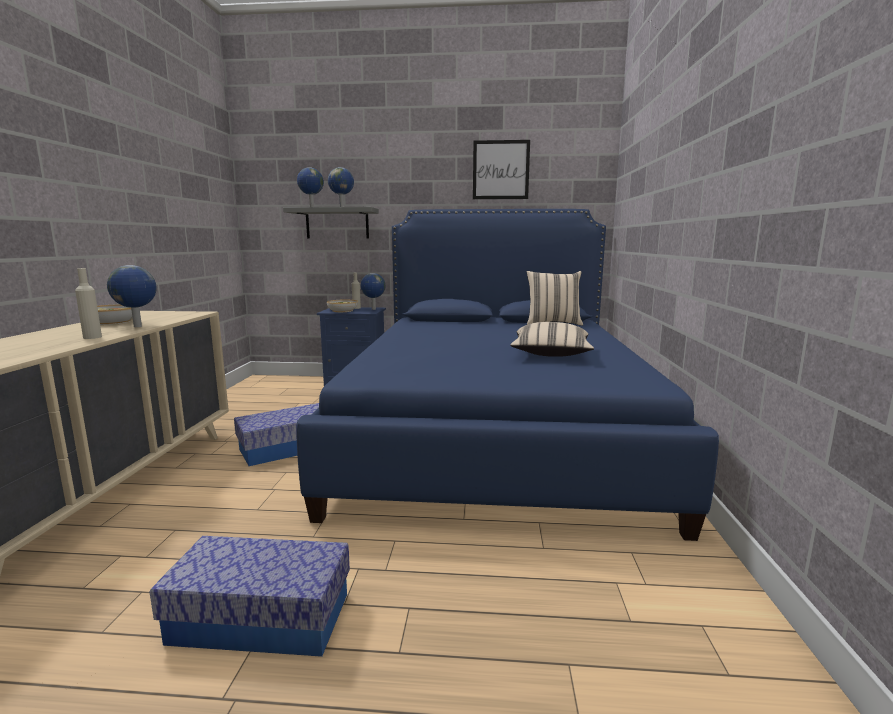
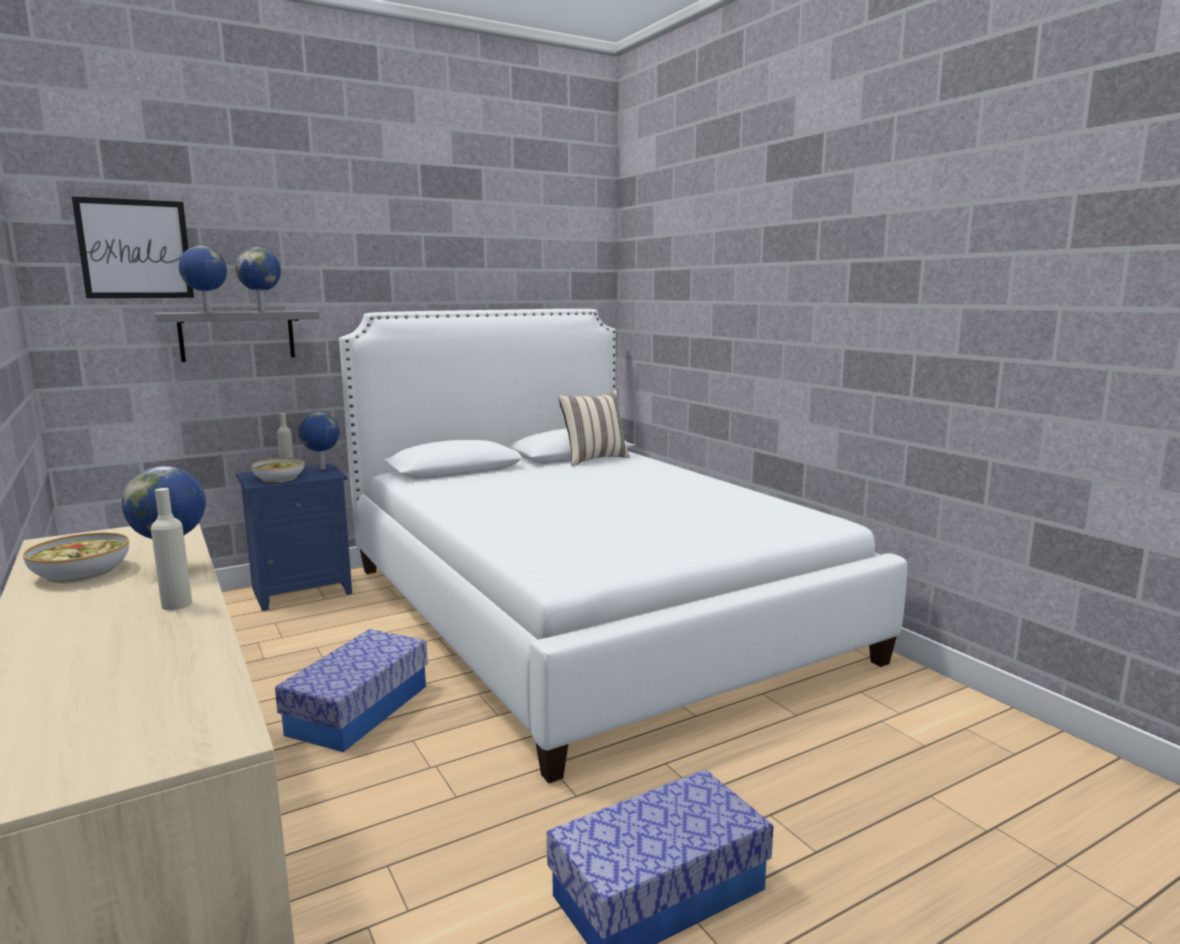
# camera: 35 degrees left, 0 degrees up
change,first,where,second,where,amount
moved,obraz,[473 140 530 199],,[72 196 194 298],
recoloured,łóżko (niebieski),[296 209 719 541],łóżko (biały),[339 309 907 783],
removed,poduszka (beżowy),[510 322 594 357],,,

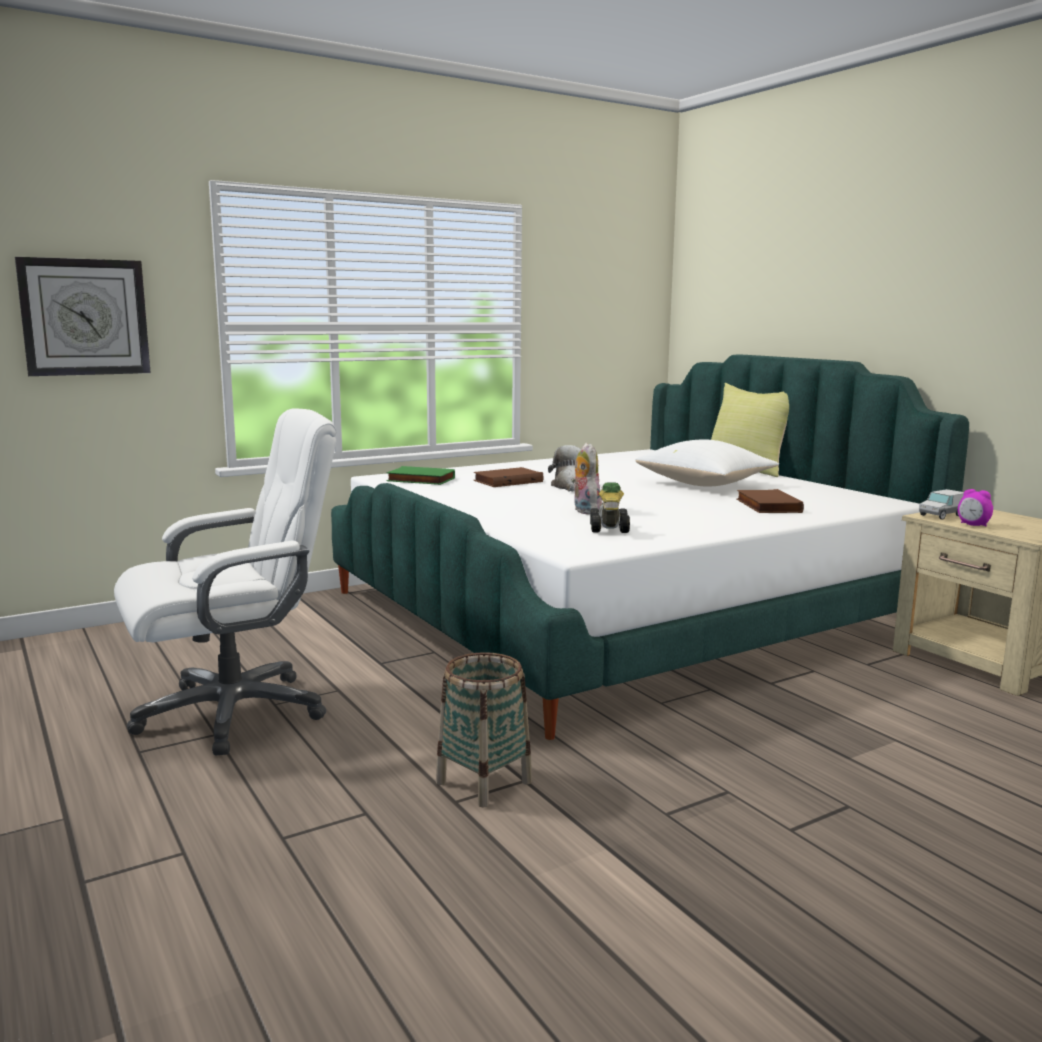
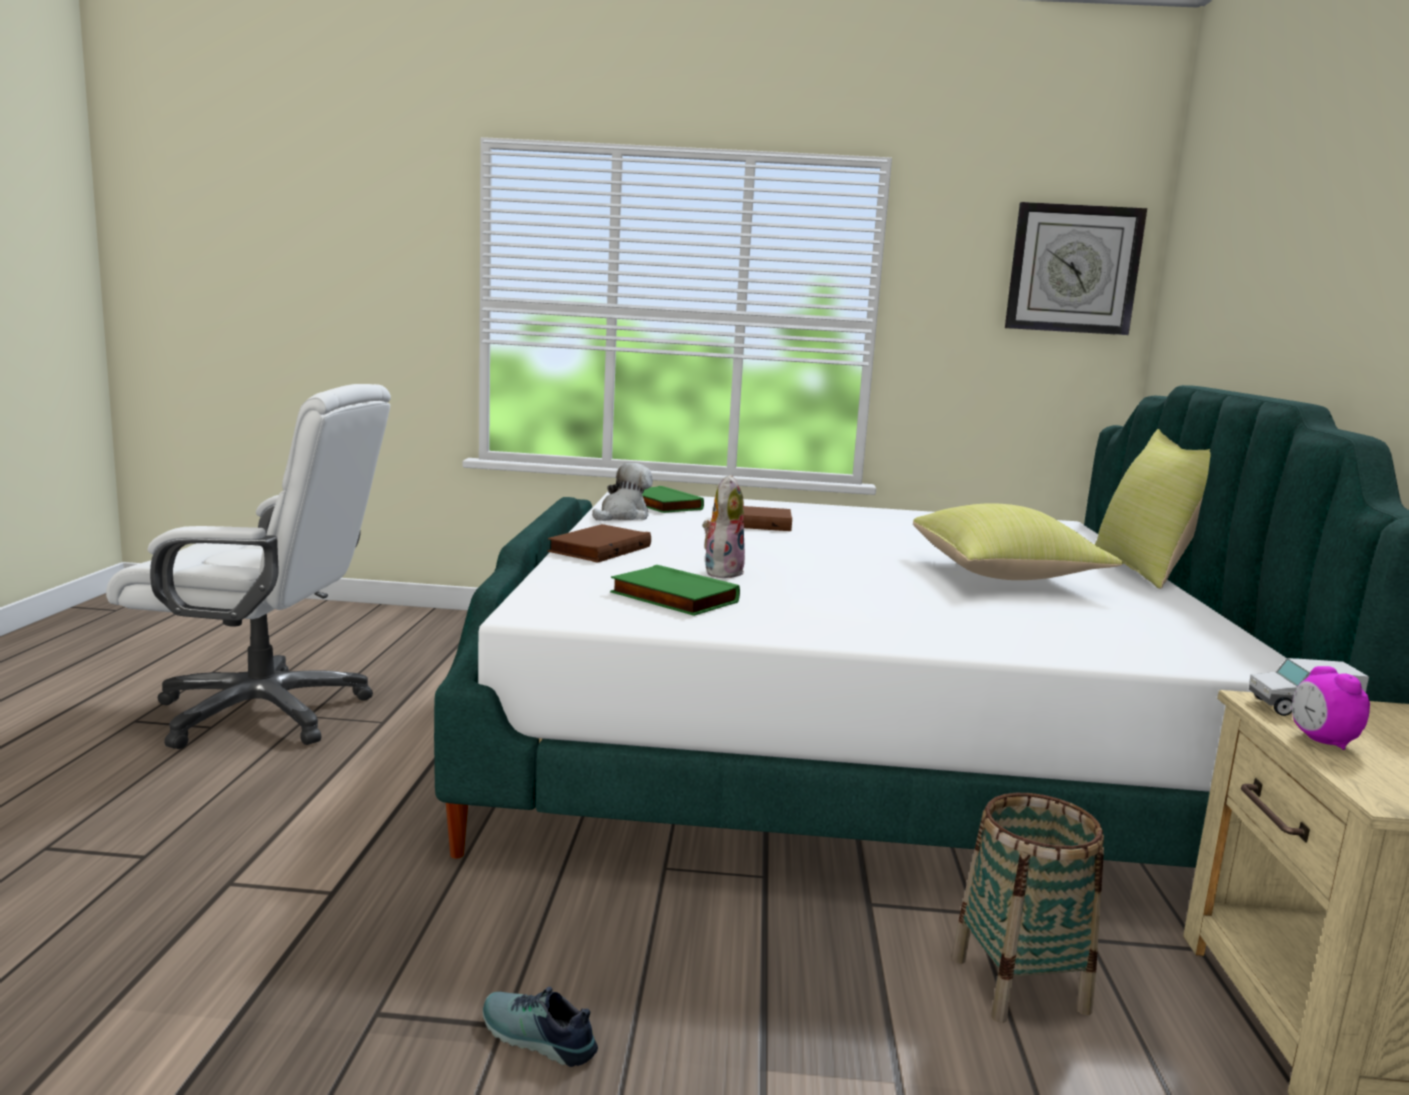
# camera: 35 degrees right, 0 degrees up
change,first,where,second,where,amount
added,,,but,[483 987 598 1067],
moved,książka (brązowy),[736 489 804 513],,[547 524 651 563],
moved,pluszak,[548 445 581 492],,[592 463 653 521],
replaced,samochodzik,[590 482 630 533],książka (zielony),[610 565 740 616],
recoloured,poduszka (biały),[635 439 779 487],poduszka (żółty),[913 503 1123 580],
moved,koszyk,[436 652 532 808],,[952 793 1104 1023],
moved,zegar ścienny,[15 257 151 376],,[1005 202 1147 335],

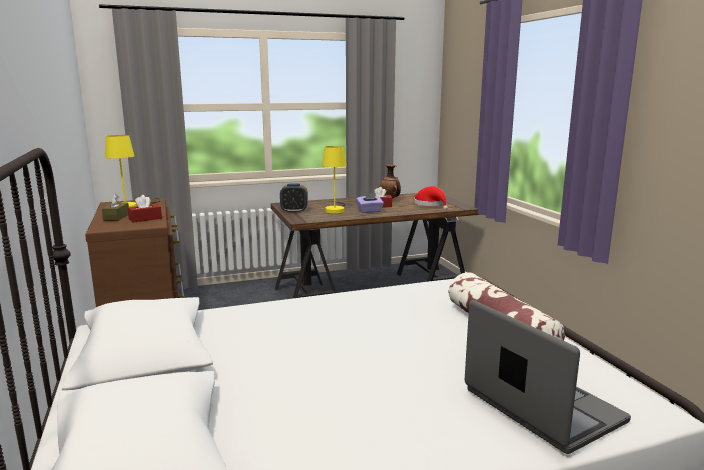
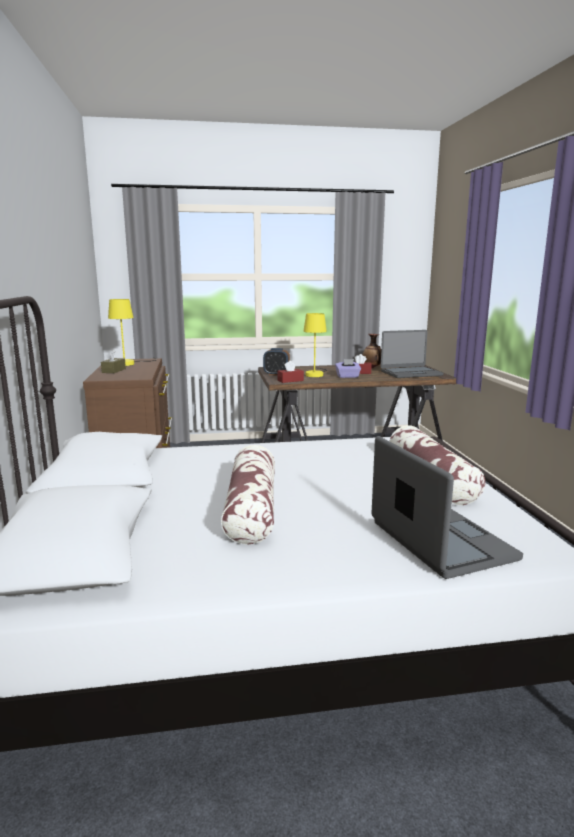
# camera: 10 degrees right, 0 degrees up
change,first,where,second,where,amount
added,,,poduszka,[221 445 275 544],
moved,pudełko chusteczek (czerwony),[128 195 162 223],,[277 361 304 383],
replaced,kapelusz (czerwony),[414 186 448 210],laptop,[381 330 444 378],

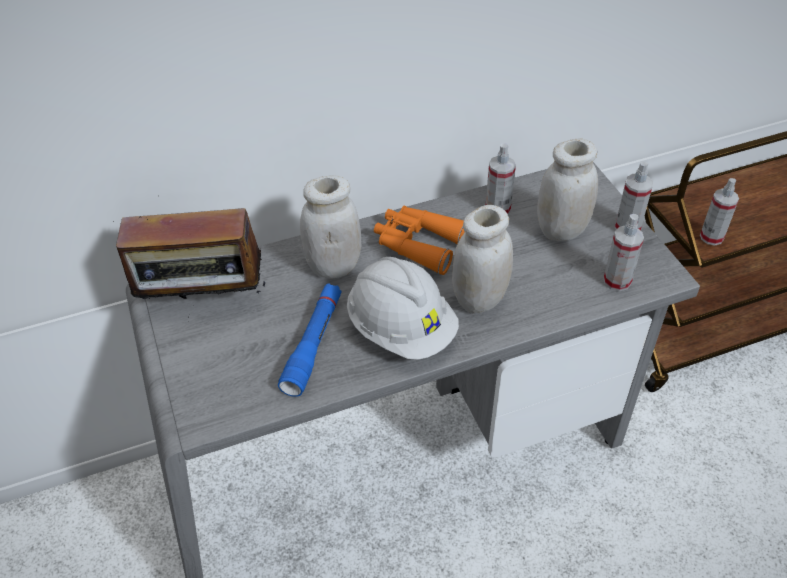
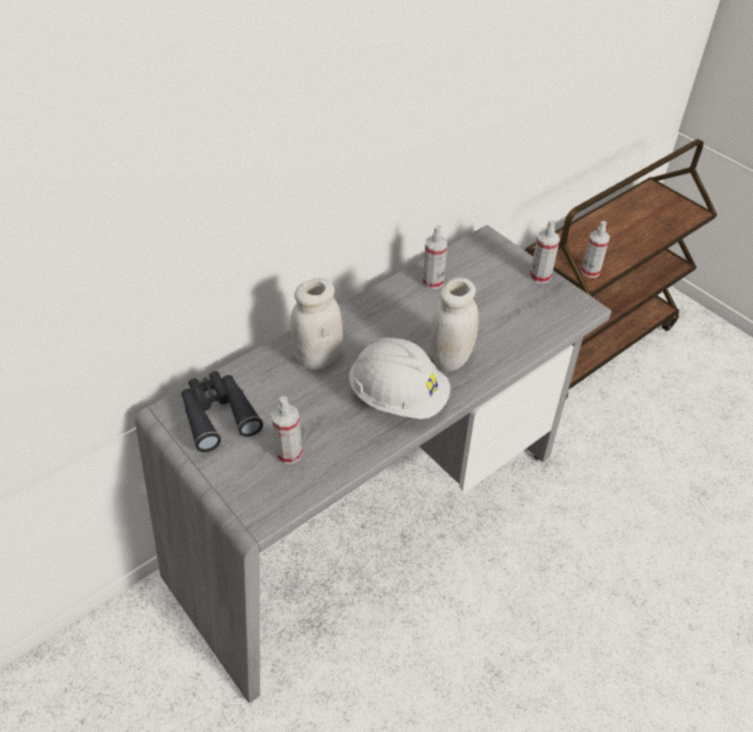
# camera: 20 degrees left, 0 degrees up
change,first,where,second,where,amount
replaced,radio,[116 208 266 318],lornetka (czarny),[181 371 263 452],
moved,spryskiwacz,[603 214 644 292],,[271 396 303 464],
removed,latarka (niebieski),[278 283 341 397],,,
removed,lornetka (pomarańczowy),[374 206 465 275],,,
removed,słoik (biały),[537 139 598 241],,,

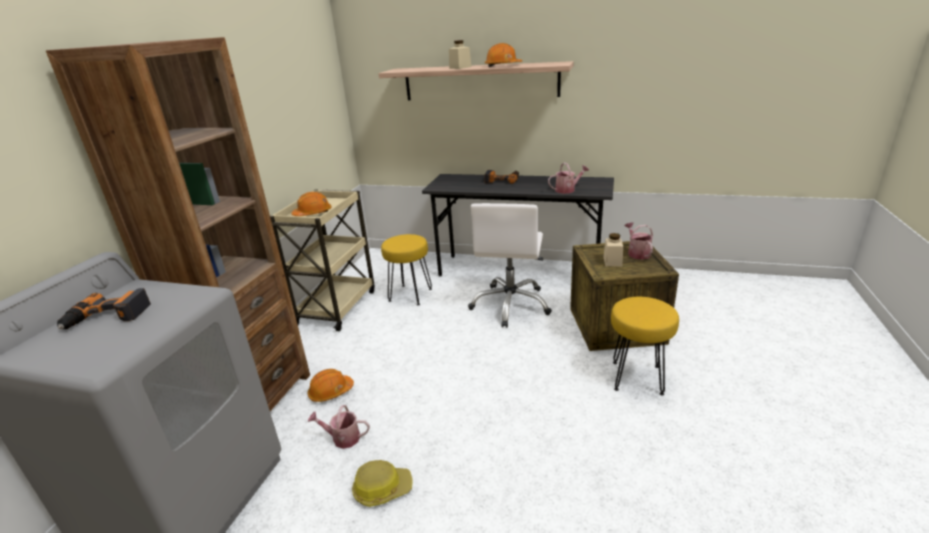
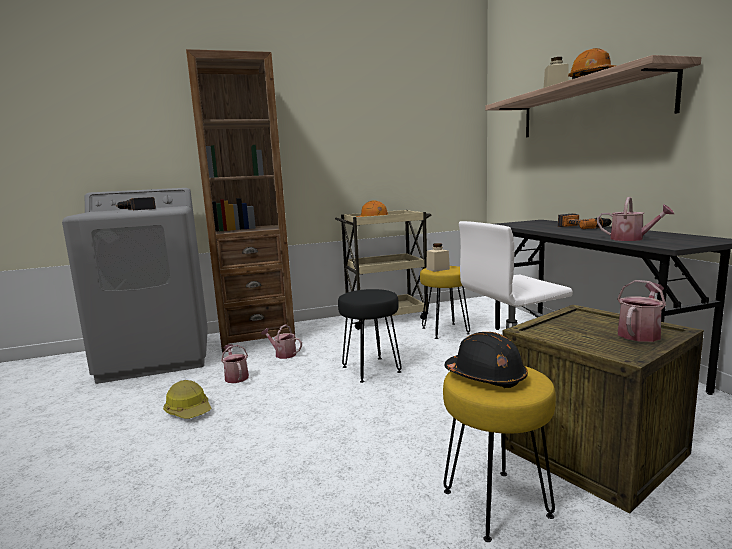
# camera: 55 degrees right, 15 degrees down
change,first,where,second,where,amount
replaced,kask (pomarańczowy),[308 369 354 402],konewka,[261 324 302 359],
added,,,stołek (czarny),[338 289 402 383],
moved,słoik (beżowy),[604 233 623 266],,[426 243 450 272],
added,,,kask (czarny),[444 332 528 388],

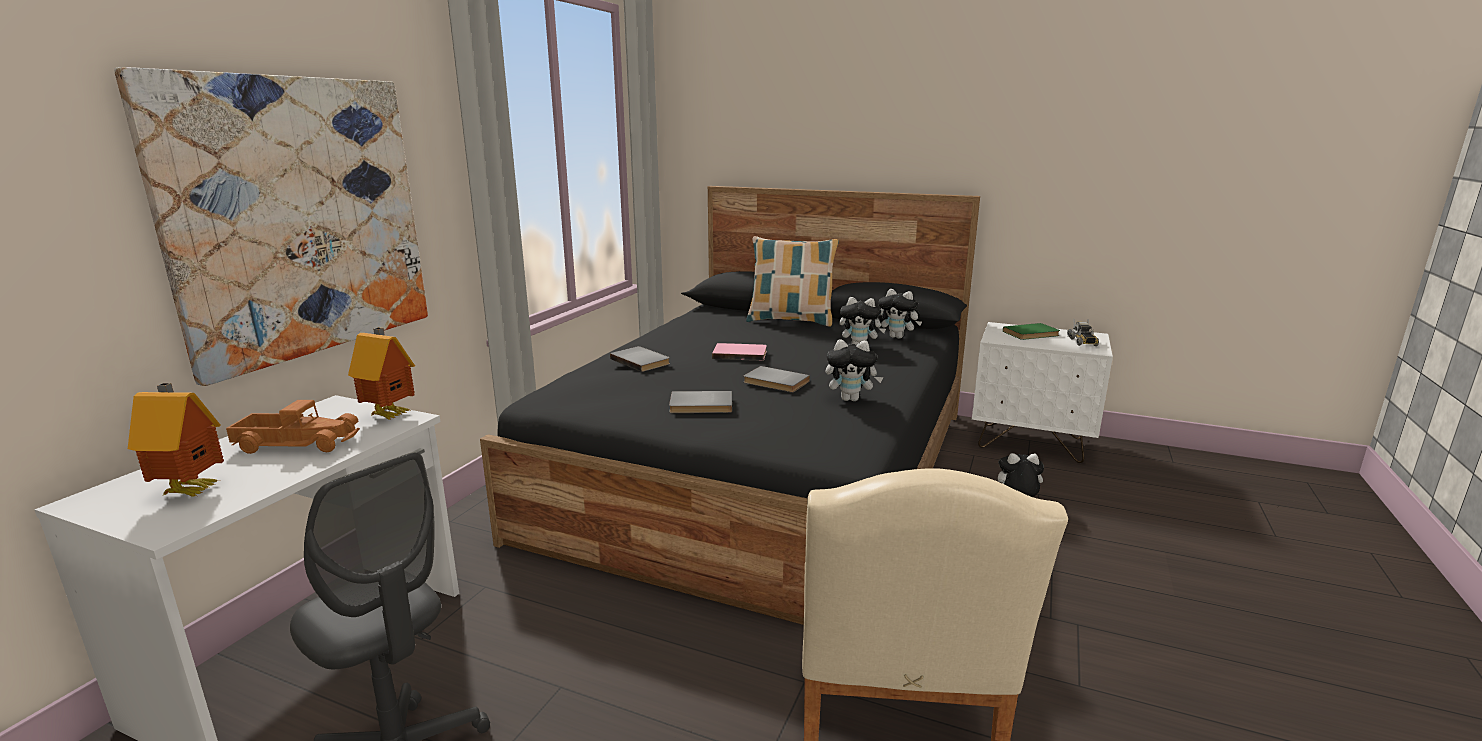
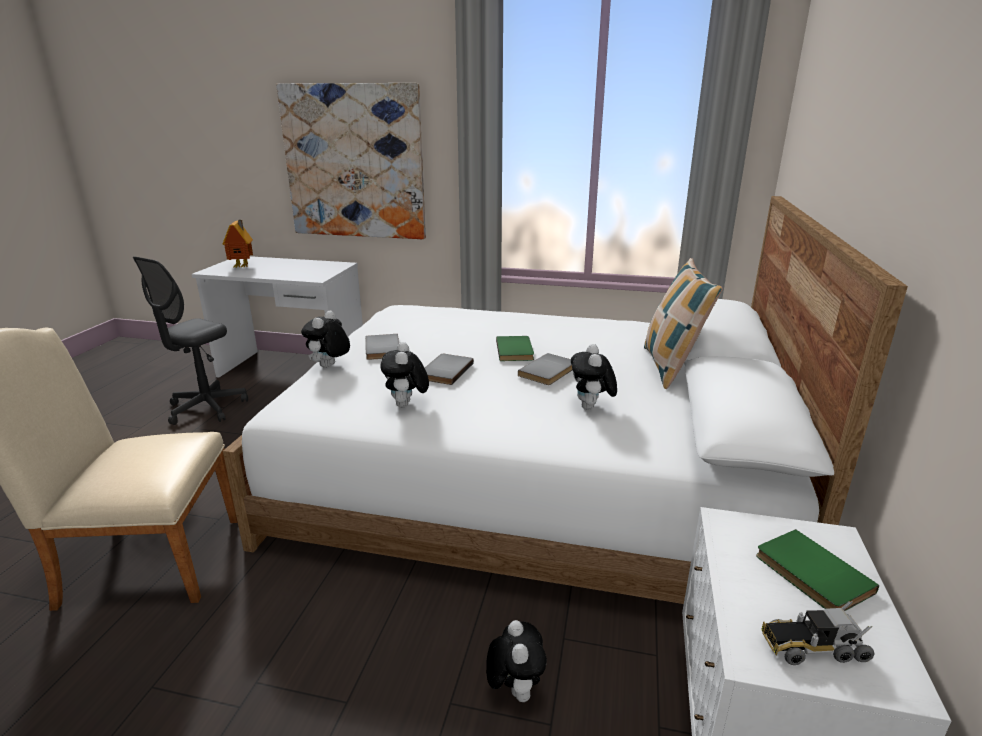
# camera: 80 degrees right, 5 degrees up
change,first,where,second,where,amount
recoloured,łóżko (czarny),[480 186 980 625],łóżko (biały),[223 196 908 604],
moved,pluszak,[878 289 922 339],,[301 310 350 368],
recoloured,książka (różowy),[712 343 767 361],książka (zielony),[496 336 534 361],
moved,książka (szary),[610 346 670 372],,[518 353 572 385],
removed,ciężarówka zabawkowa,[226 400 360 454],,,
removed,domek,[348 327 415 420],,,

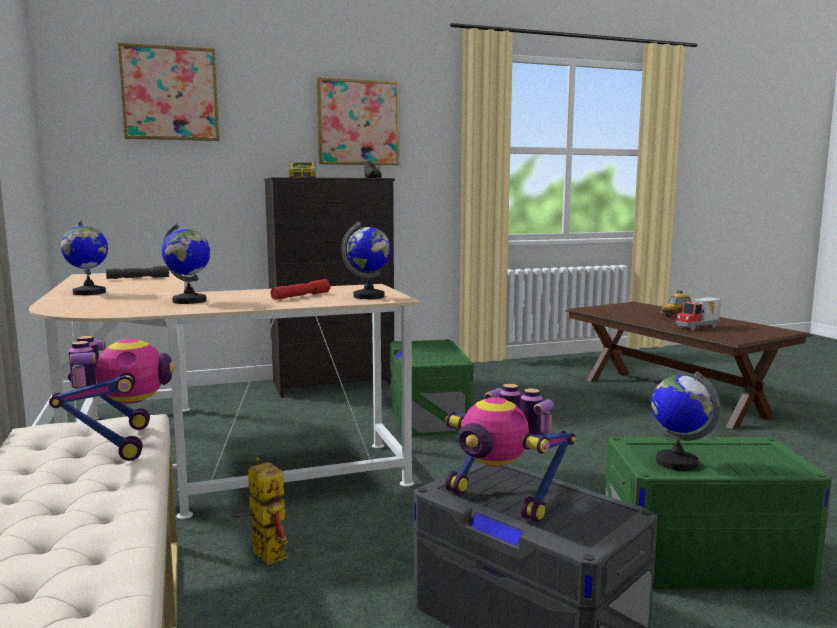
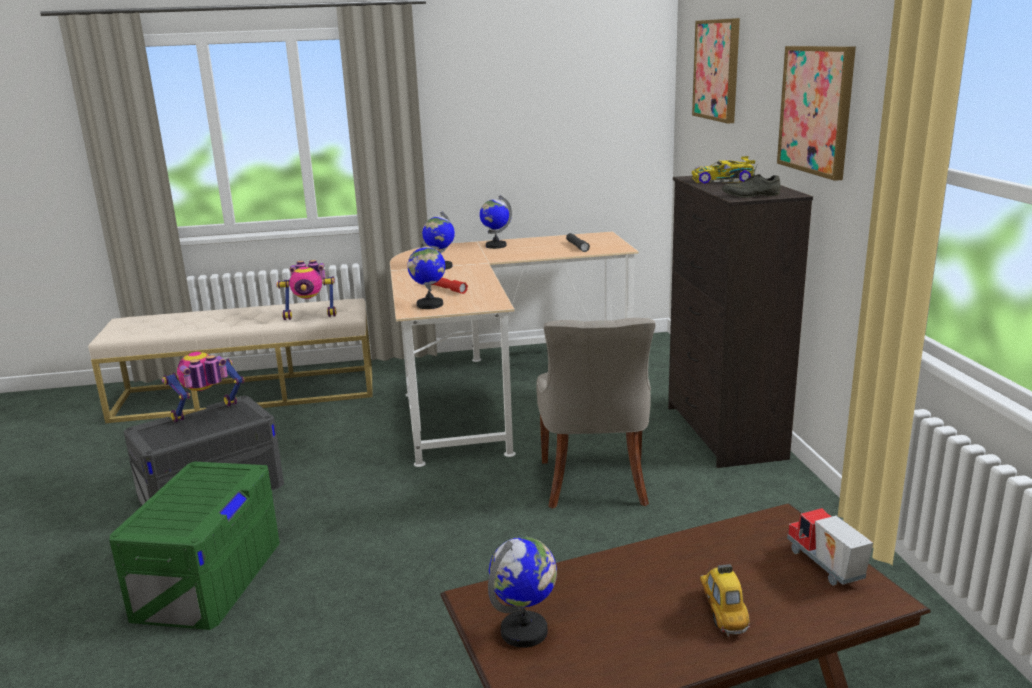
# camera: 100 degrees right, 10 degrees up
change,first,where,second,where,amount
moved,globus,[651 371 721 471],,[488 537 557 648],
replaced,pojemnik do przechowywania (zielony),[390 339 473 436],krzesło (szary),[536 318 656 509],
moved,ciężarówka zabawkowa,[676 297 722 331],,[787 508 873 586],
removed,robot zabawkowy,[232 457 288 565],,,

